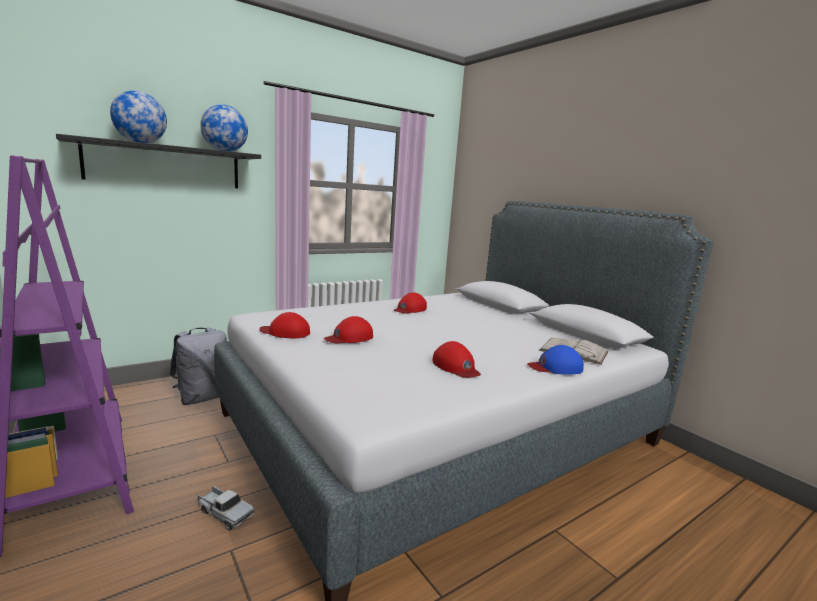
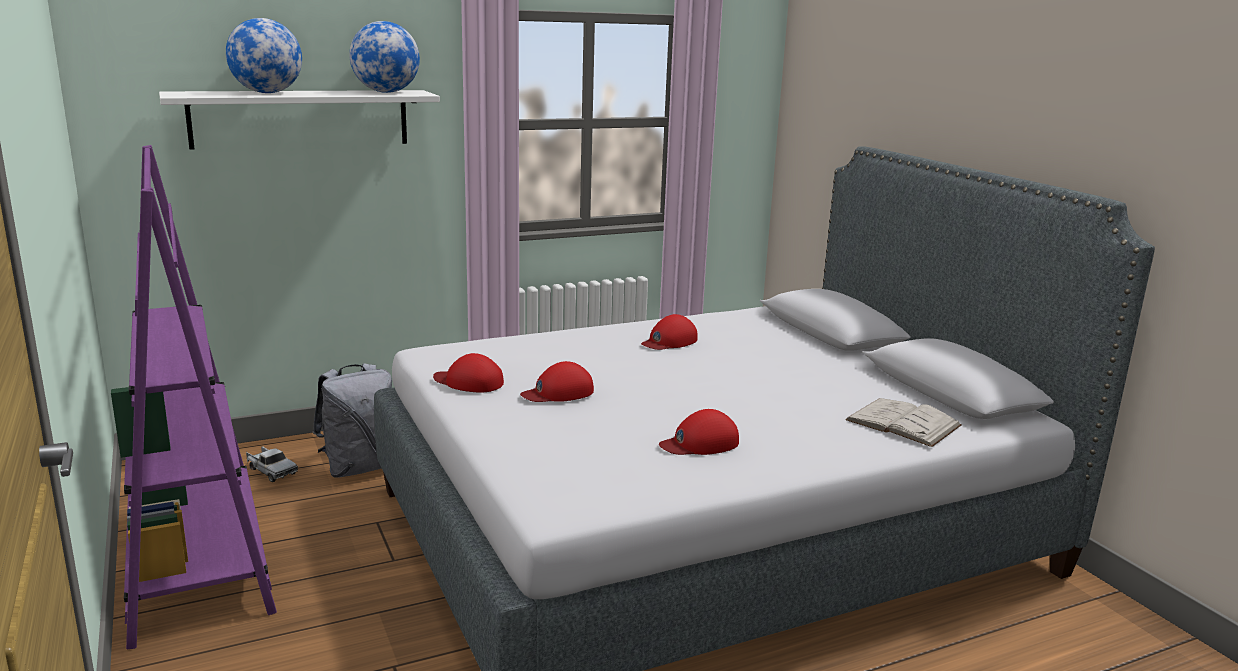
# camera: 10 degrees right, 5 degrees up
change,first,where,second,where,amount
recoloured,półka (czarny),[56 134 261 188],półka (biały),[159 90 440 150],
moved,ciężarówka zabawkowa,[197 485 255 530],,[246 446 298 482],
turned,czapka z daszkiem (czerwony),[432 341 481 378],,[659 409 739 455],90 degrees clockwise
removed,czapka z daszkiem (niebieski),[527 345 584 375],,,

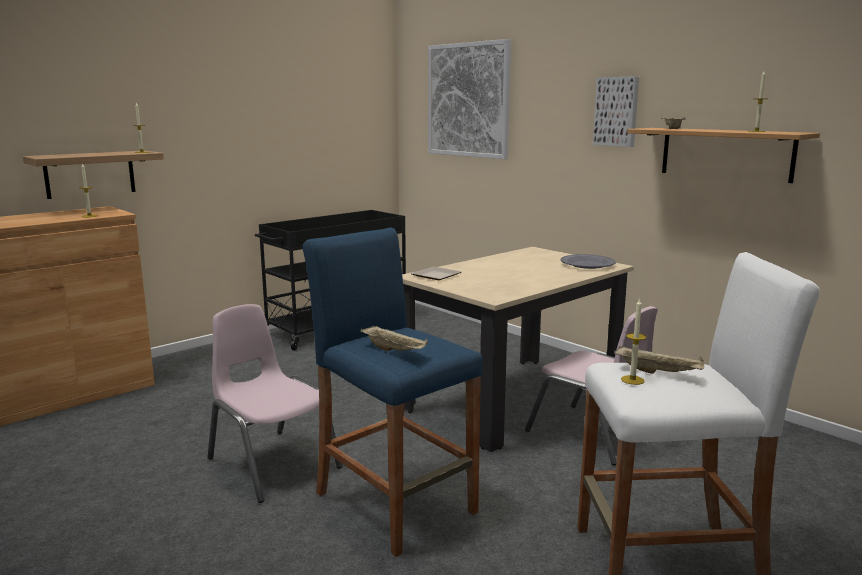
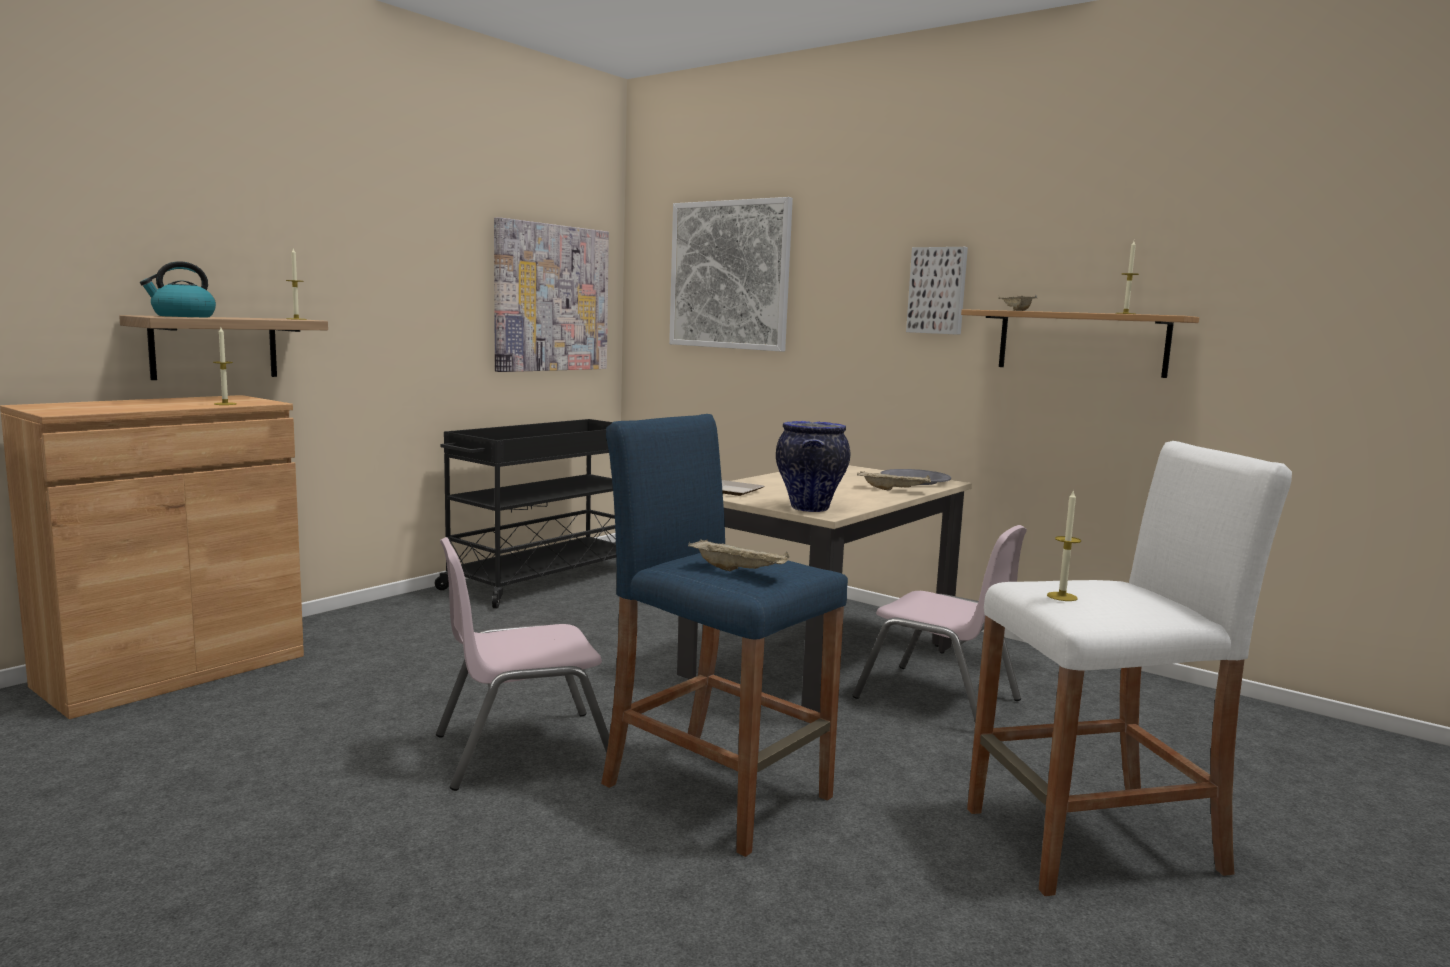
# camera: 10 degrees left, 5 degrees down
change,first,where,second,where,amount
added,,,czajnik,[140 262 216 317],
turned,krzesło (różowy),[207 304 343 503],,[436 537 609 791],60 degrees counterclockwise
added,,,obraz,[494 217 609 372],
added,,,wazon,[776 421 851 512],
moved,taca (beżowy),[614 346 704 374],,[857 471 931 491],

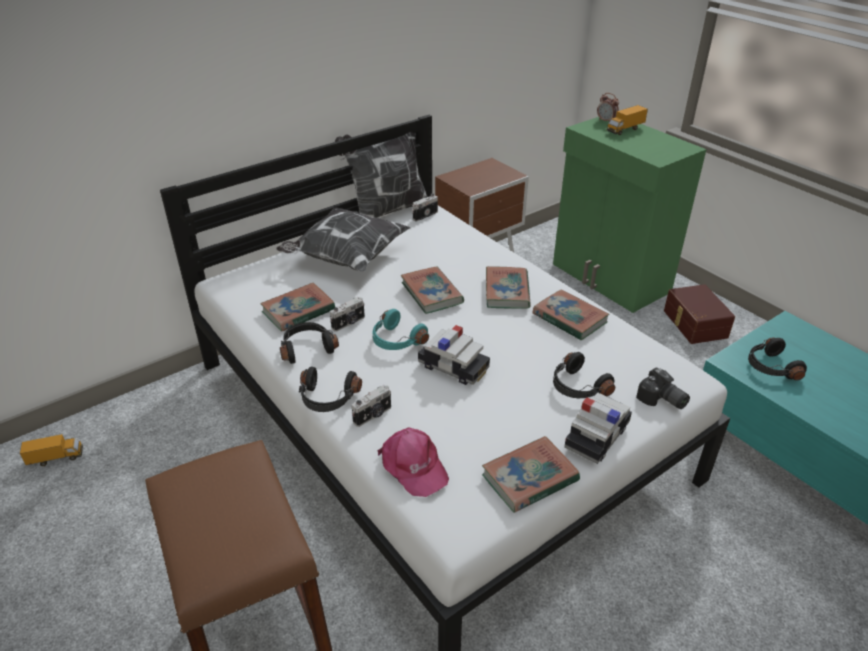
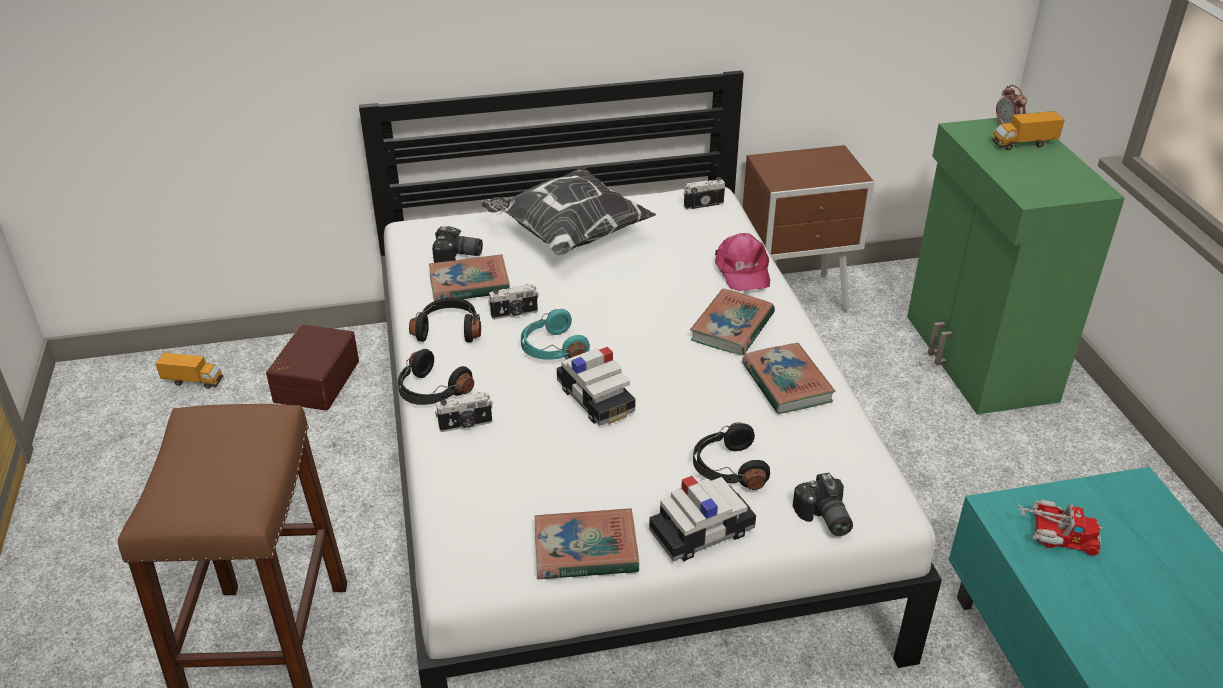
# camera: 25 degrees right, 0 degrees up
change,first,where,second,where,amount
moved,pojemnik do przechowywania (brązowy),[664 284 735 344],,[266 325 359 411],
added,,,aparat fotograficzny,[432 226 483 263],
moved,czapka z daszkiem (różowy),[378 427 449 497],,[715 233 770 291],
replaced,słuchawki (czarny),[748 337 807 380],ciężarówka zabawkowa,[1017 500 1102 556],
removed,poduszka,[335 132 428 218],,,
removed,książka,[401 267 464 314],,,

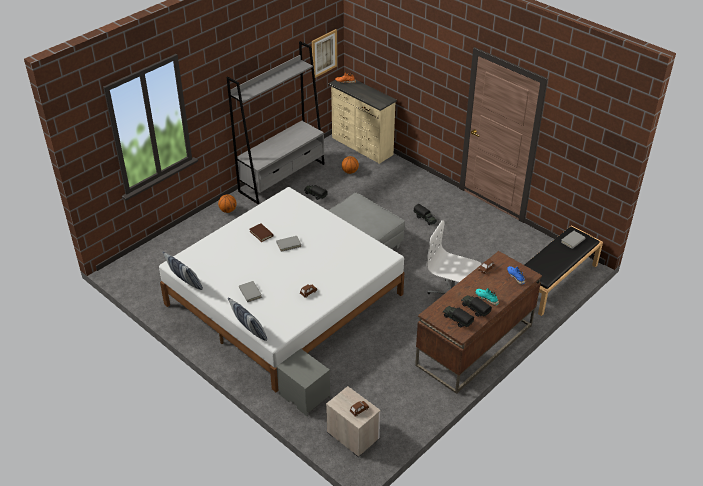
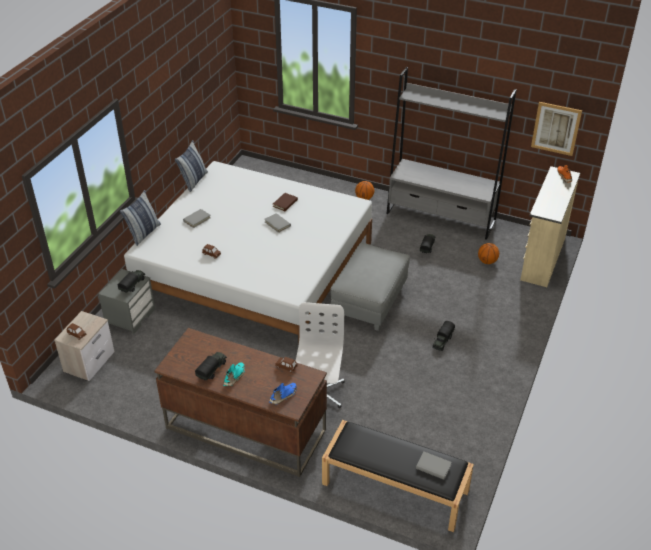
# camera: 70 degrees right, 0 degrees up
change,first,where,second,where,amount
moved,ciężarówka zabawkowa,[442 306 474 328],,[118 270 145 293],

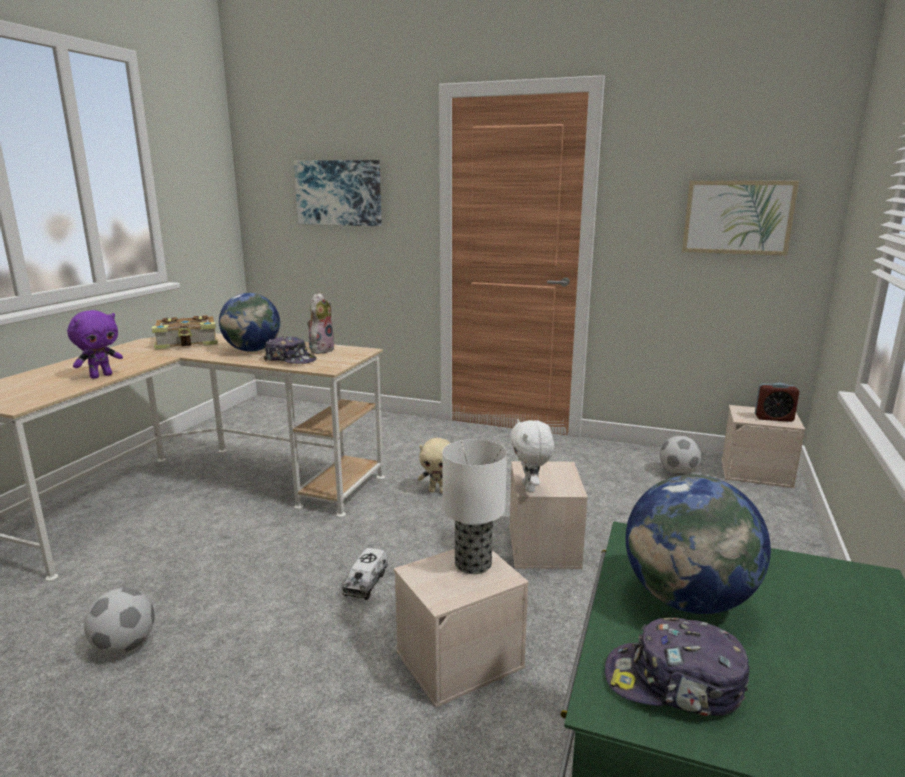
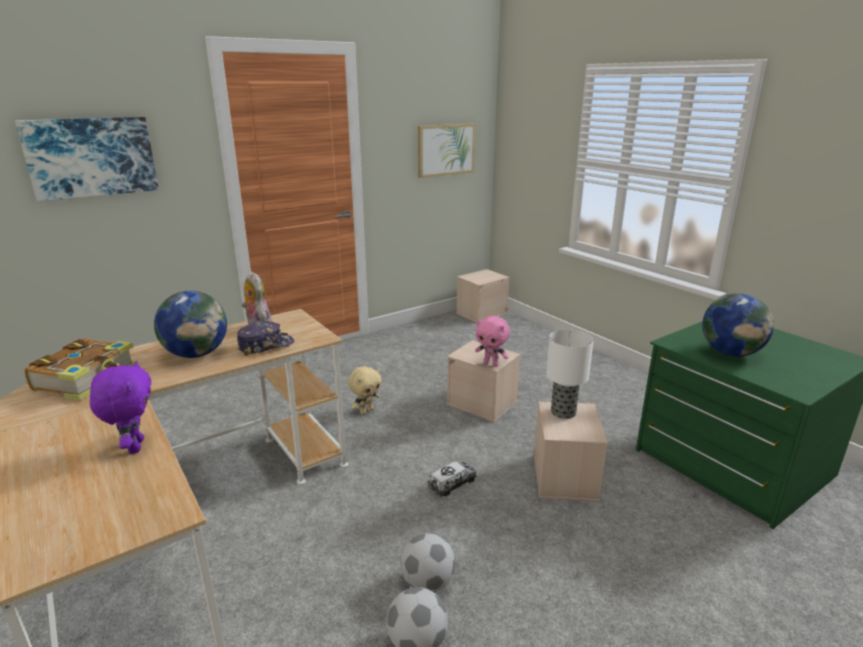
# camera: 55 degrees left, 5 degrees up
change,first,where,second,where,amount
moved,piłka futbolowa,[660 436 701 475],,[400 533 455 592],
turned,ciężarówka zabawkowa,[342 548 388 600],,[428 461 477 497],90 degrees counterclockwise
recoloured,pluszak (biały),[510 419 554 493],pluszak (różowy),[475 316 510 367],
removed,czapka z daszkiem,[605 618 749 716],,,
removed,budzik,[755 382 799 422],,,

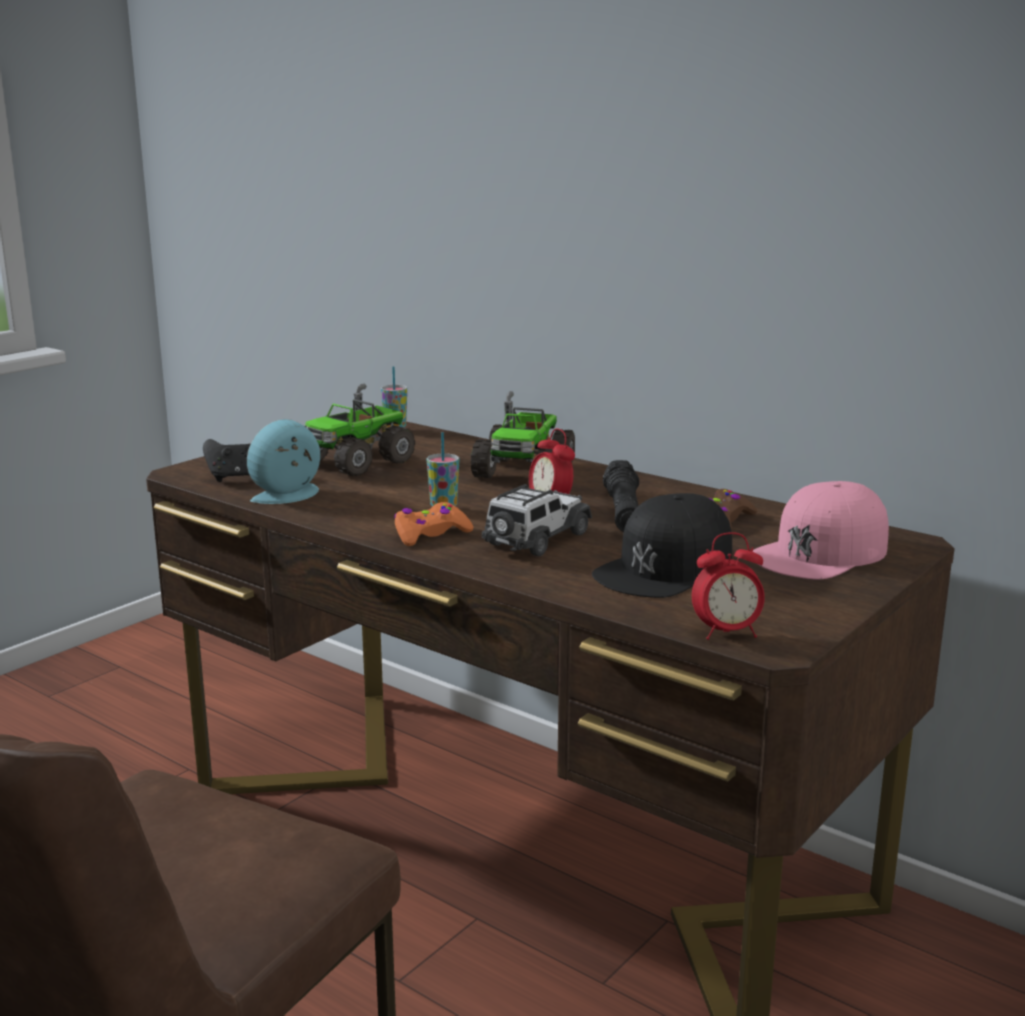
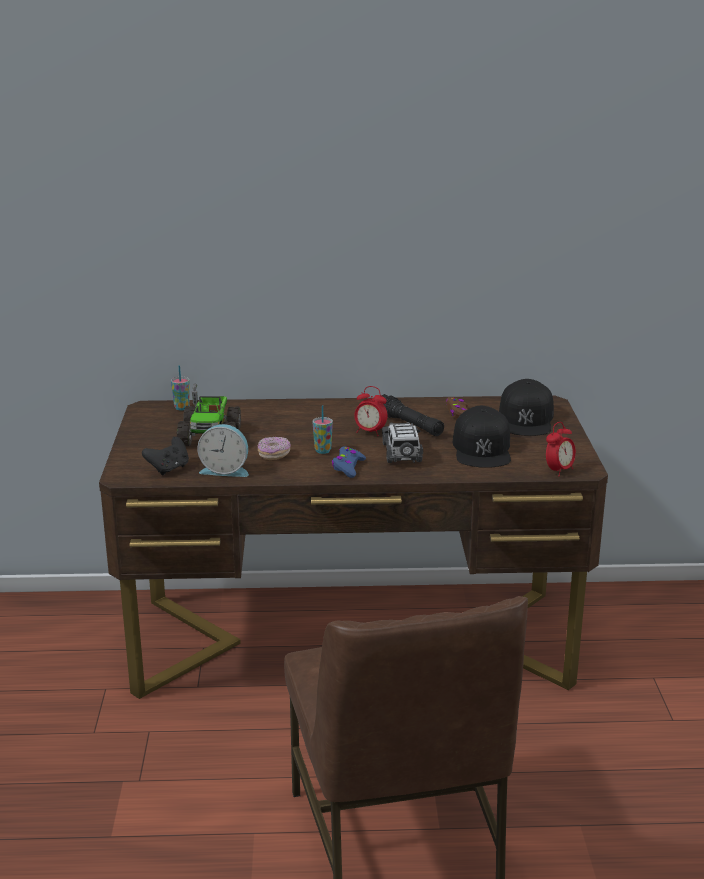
# camera: 40 degrees left, 5 degrees up
change,first,where,second,where,amount
turned,budzik,[247 419 320 504],,[197 424 249 477],90 degrees counterclockwise
added,,,donut,[258 437 291 460],
recoloured,pad do gier (pomarańczowy),[394 502 473 546],pad do gier (niebieski),[331 446 366 478],
recoloured,czapka z daszkiem (różowy),[753 481 889 580],czapka z daszkiem (czarny),[499 379 554 436],
removed,ciężarówka zabawkowa,[471 391 575 478],,,

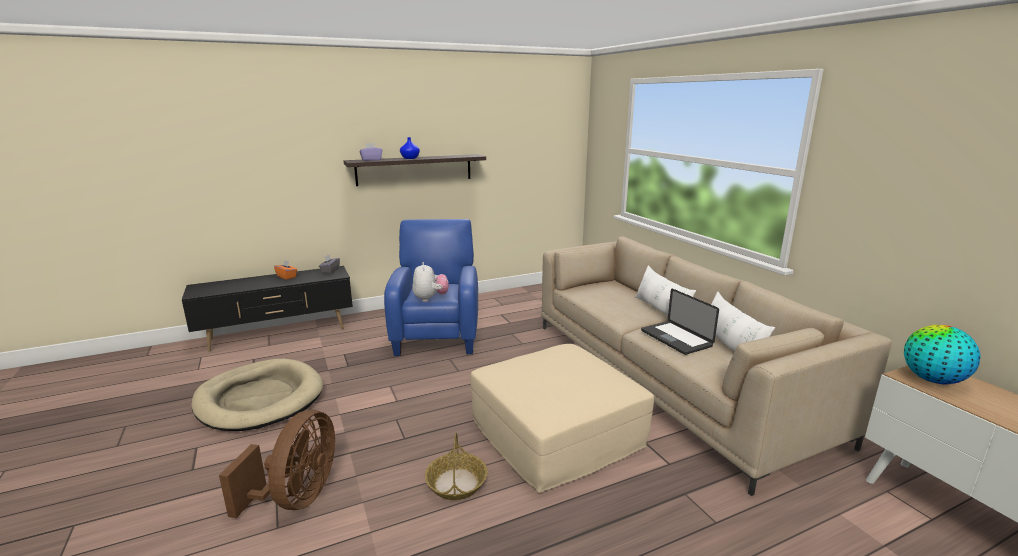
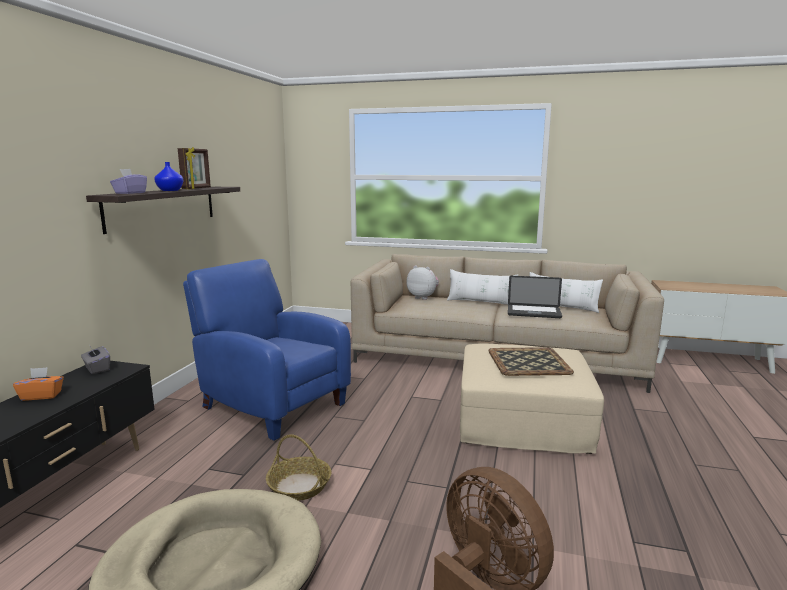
# camera: 50 degrees left, 5 degrees down
change,first,where,second,where,amount
added,,,ramka na zdjęcie,[178 147 211 189],
moved,koszyk,[425 433 488 500],,[266 434 331 501],
moved,pluszak,[412 262 449 302],,[407 265 439 300],
added,,,taca,[488 347 574 376],
removed,globus,[904 325 981 384],,,

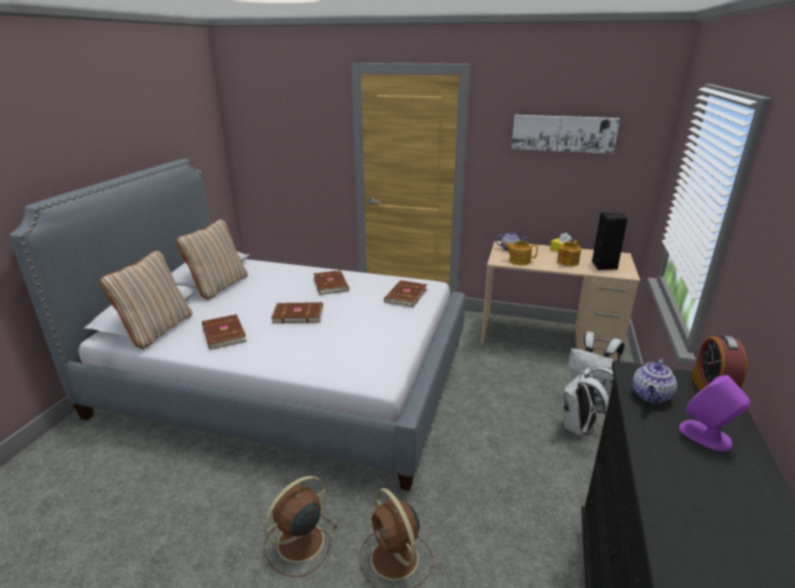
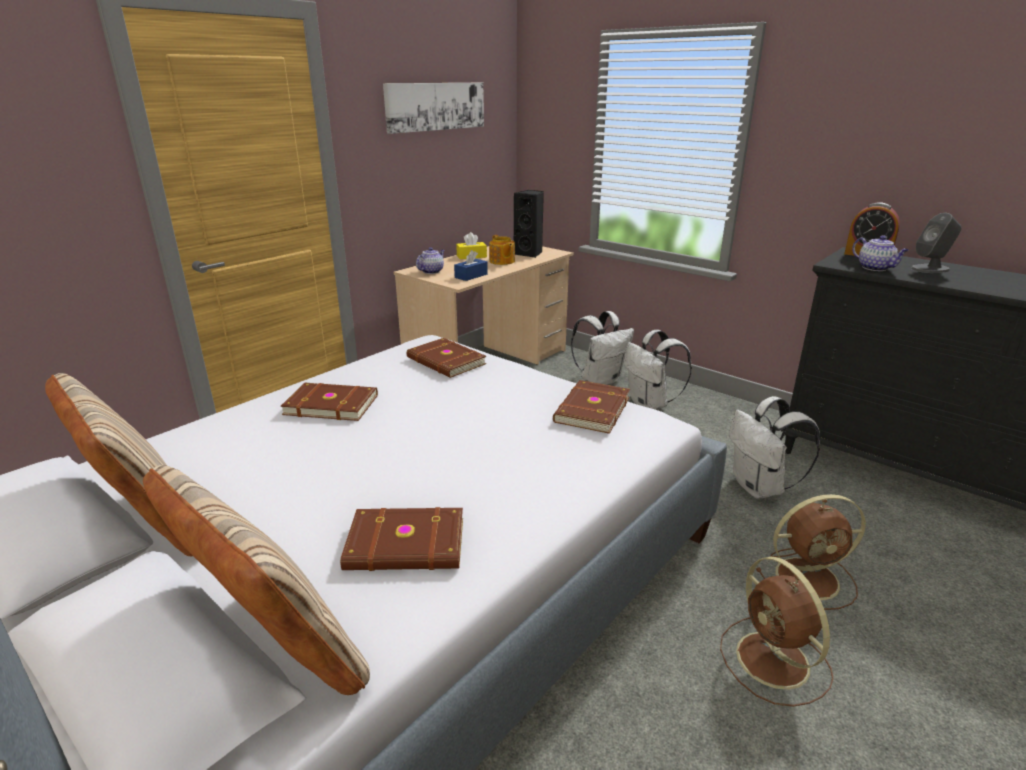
# camera: 65 degrees left, 0 degrees up
change,first,where,second,where,amount
replaced,imbryk,[504 241 538 265],pudełko chusteczek (niebieski),[454 250 488 281],
moved,książka (brązowy),[271 302 323 323],,[553 380 630 434],
added,,,plecak (biały),[729 396 820 499],
recoloured,głośnik (fioletowy),[679 375 750 452],głośnik (szary),[911 213 962 273],

